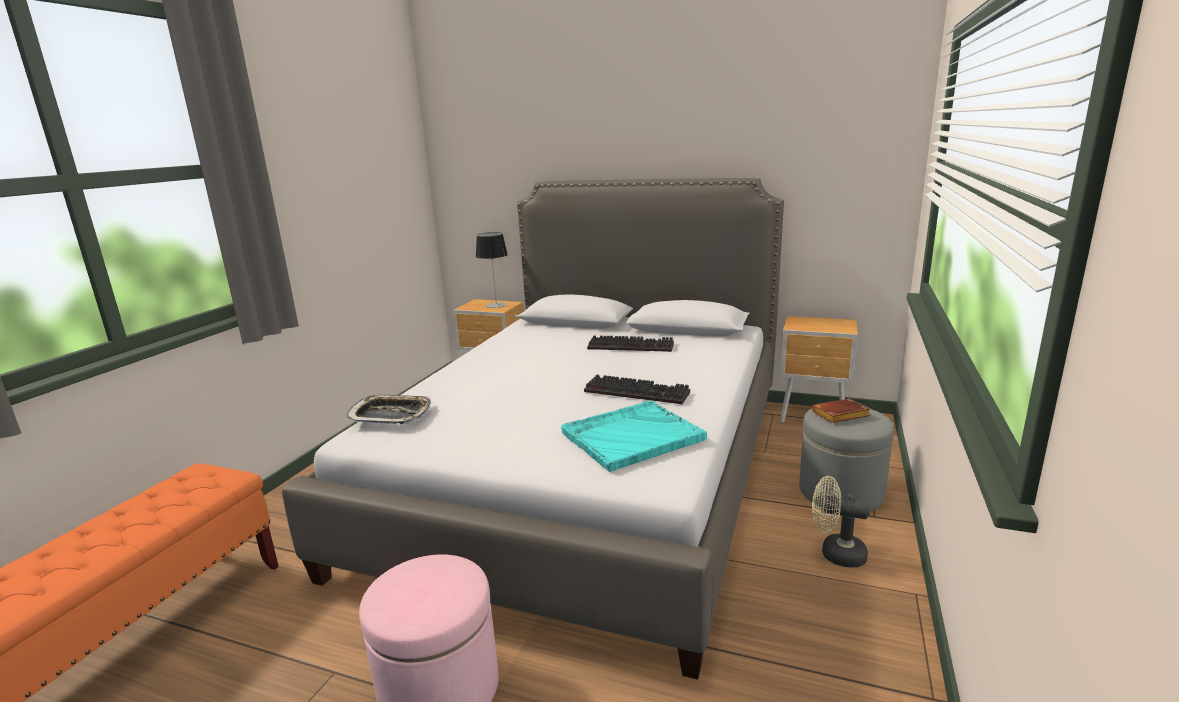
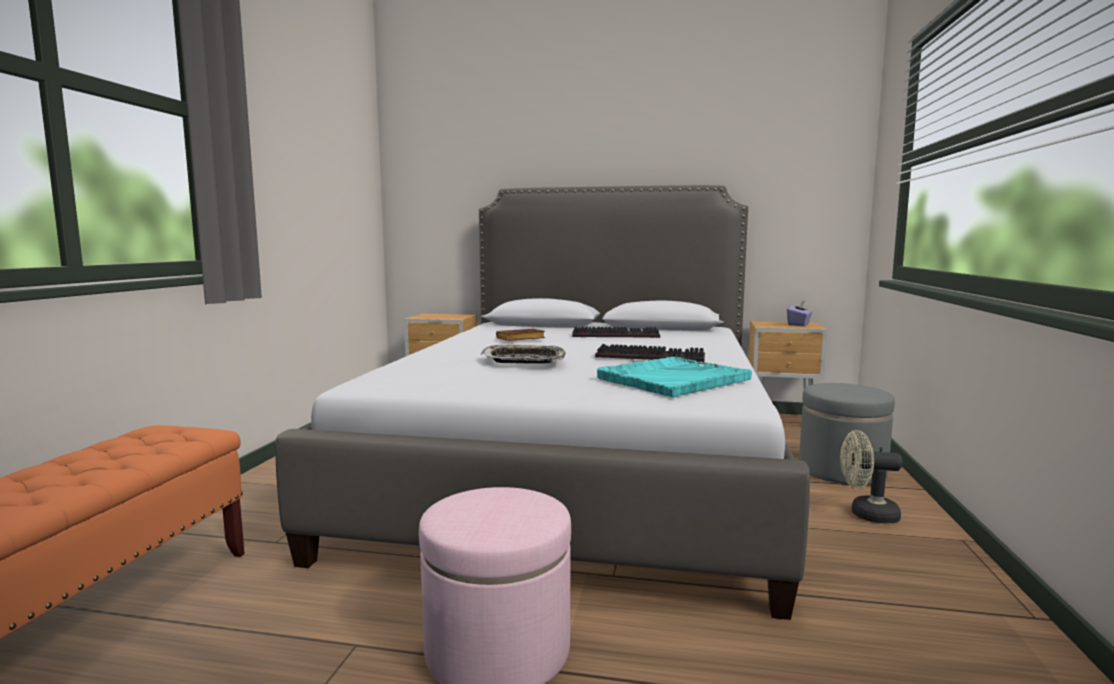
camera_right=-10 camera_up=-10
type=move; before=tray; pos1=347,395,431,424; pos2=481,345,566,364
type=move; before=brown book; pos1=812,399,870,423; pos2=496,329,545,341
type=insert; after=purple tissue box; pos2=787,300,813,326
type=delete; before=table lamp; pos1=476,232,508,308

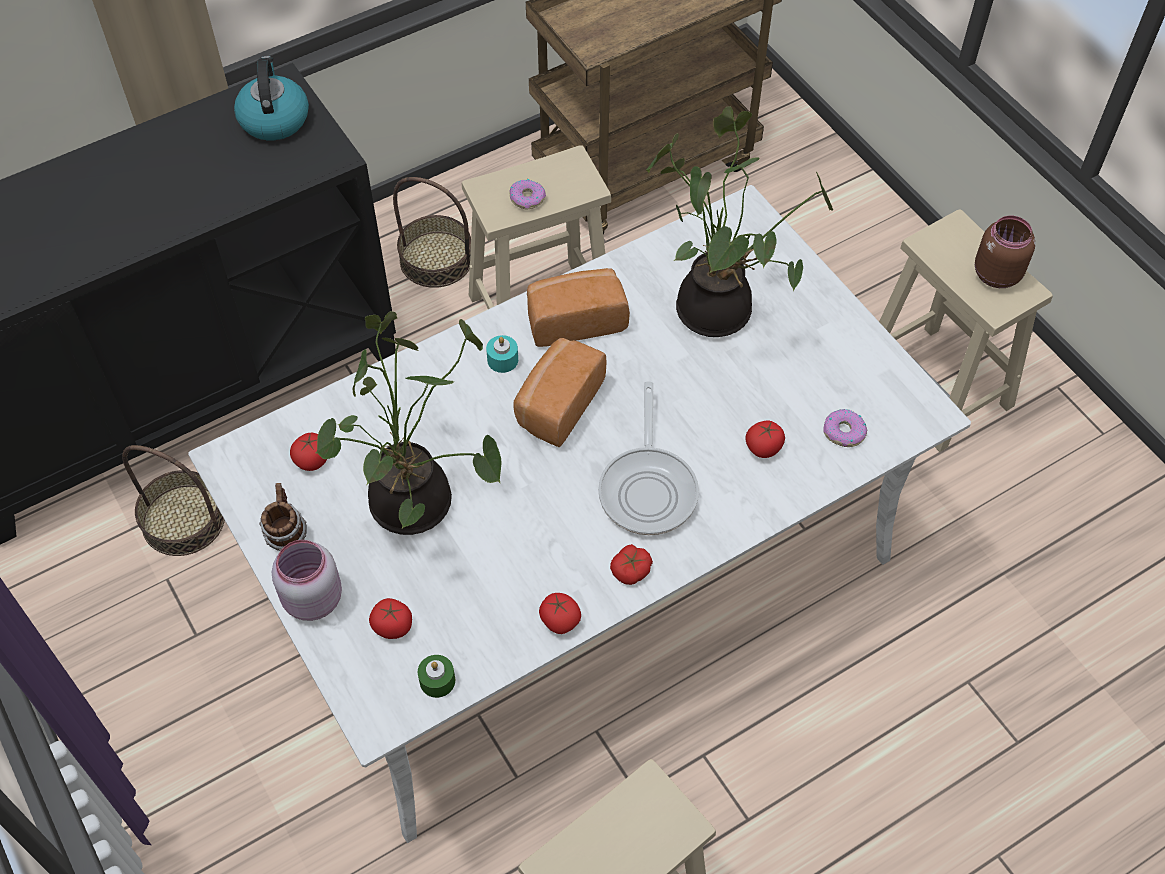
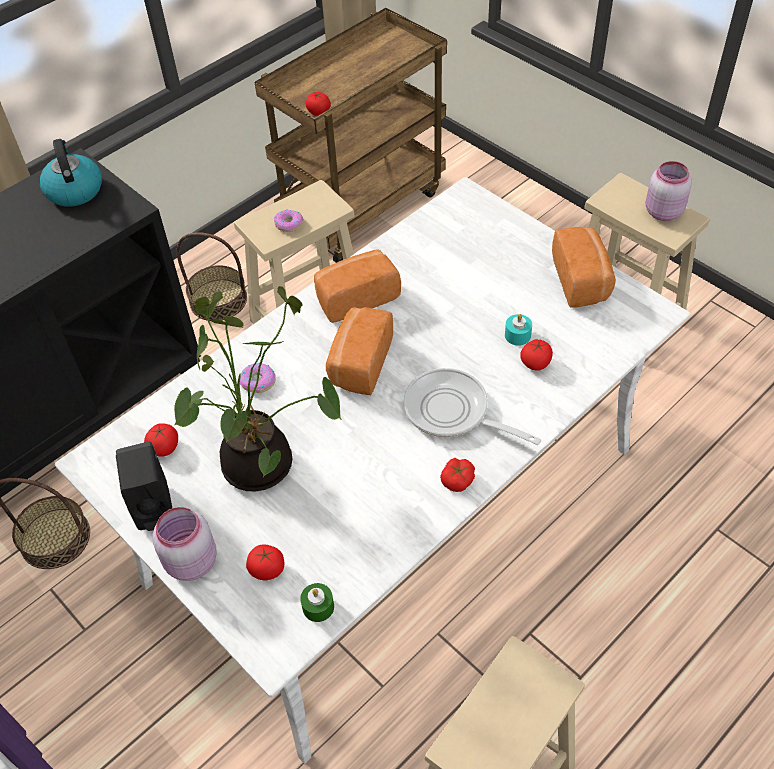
camera_right=-10 camera_up=-5
type=replace; before=mug; after=black soap dispenser; pos1=259,483,307,551; pos2=116,442,172,531
type=move; before=donut; pos1=823,409,867,447; pos2=240,363,276,393
type=move; before=tomato; pos1=539,593,581,634; pos2=306,92,331,116
type=rotate; before=frying pan; pos1=598,382,699,535; pos2=403,368,541,445; turn=135
type=move; before=turquoise candle; pos1=486,335,518,373; pos2=505,314,532,346
type=insert; after=bread; pos2=552,227,616,308
type=recolor; before=brown jar; after=pink jar; pos1=975,216,1035,288; pos2=646,161,692,221
type=delete; before=potted plant; pos1=646,106,833,337

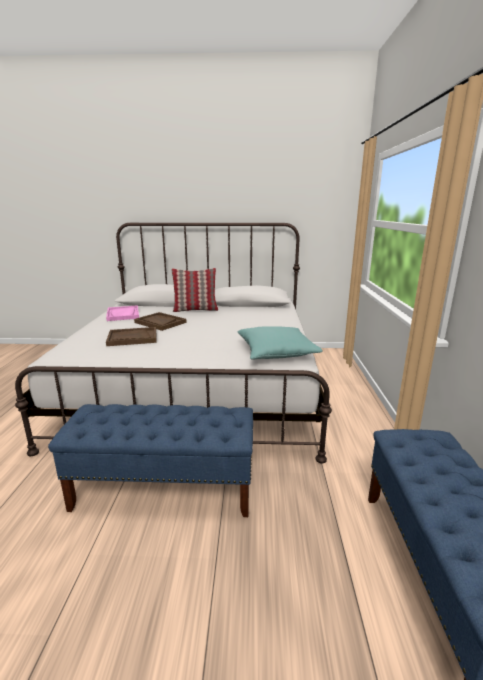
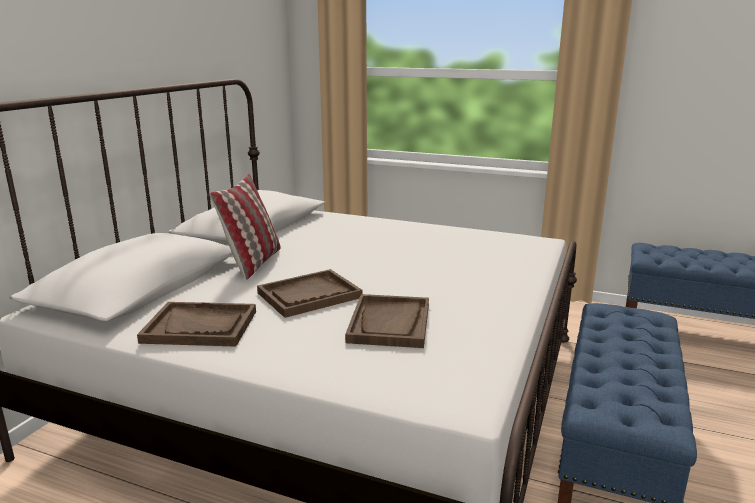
camera_right=-70 camera_up=0
type=recolor; before=pink tray; after=brown tray; pos1=106,305,139,321; pos2=137,302,256,347
type=delete; before=turquoise pillow; pos1=237,326,323,360

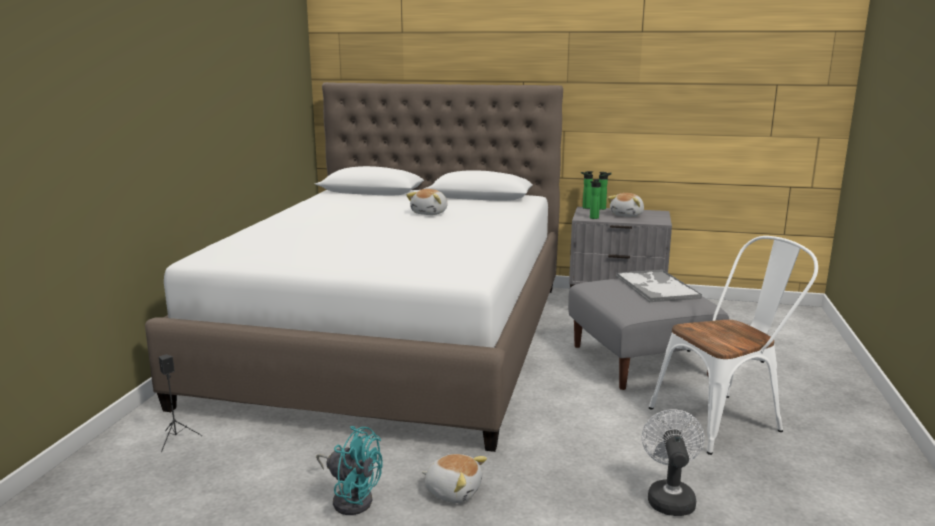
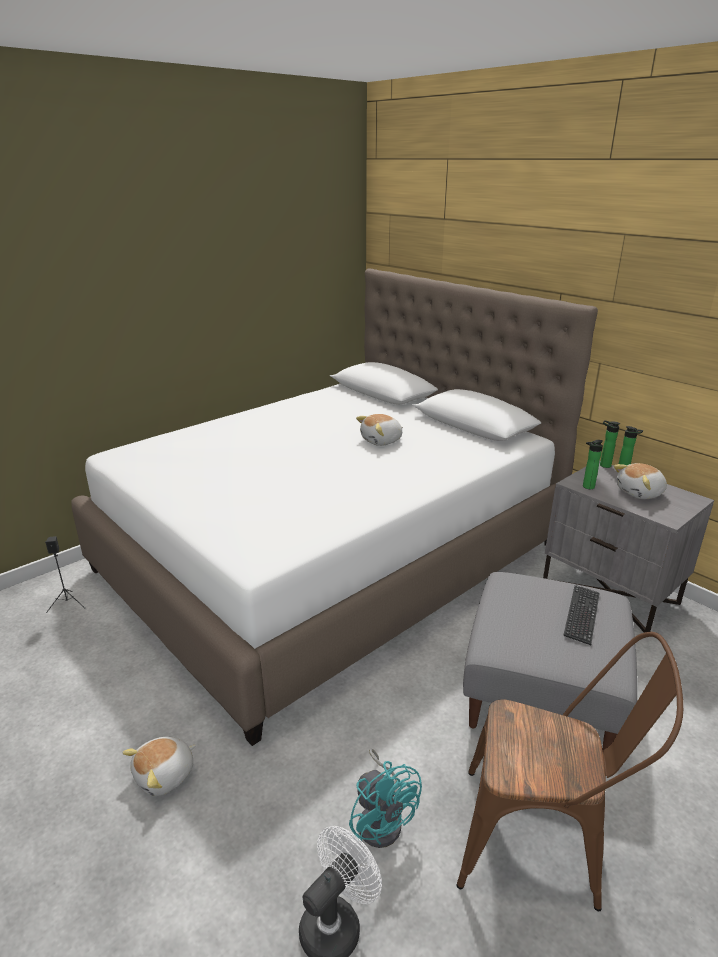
camera_right=35 camera_up=10
type=rotate; before=plush toy; pos1=422,454,487,503; pos2=122,737,196,796; turn=75
type=move; before=turquoise fan; pos1=316,426,383,515; pos2=349,748,422,848
type=recolor; before=white chair; after=brown chair; pos1=649,236,818,455; pos2=457,632,683,911
type=replace; before=tray; after=keyboard; pos1=616,269,702,302; pos2=564,585,600,645

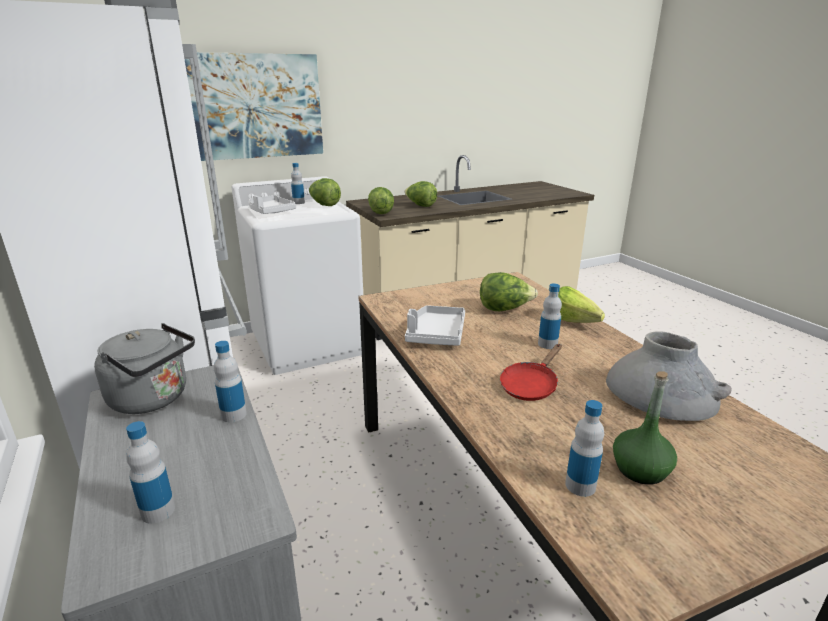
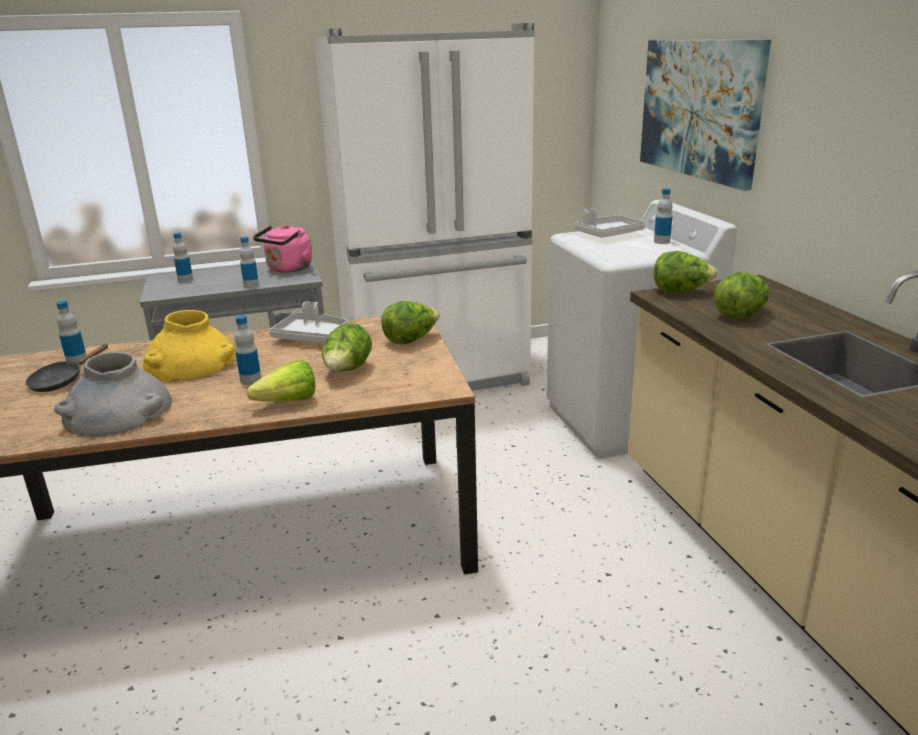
camera_right=100 camera_up=0
type=replace; before=green bottle; after=black frying pan; pos1=613,371,677,485; pos2=25,344,108,392
type=replace; before=red frying pan; after=yellow vase; pos1=500,344,562,401; pos2=143,310,236,382
type=recolor; before=grey kettle; after=pink kettle; pos1=94,323,195,414; pos2=253,225,312,273
type=move; before=lettuce; pos1=309,178,341,206; pos2=381,301,440,345

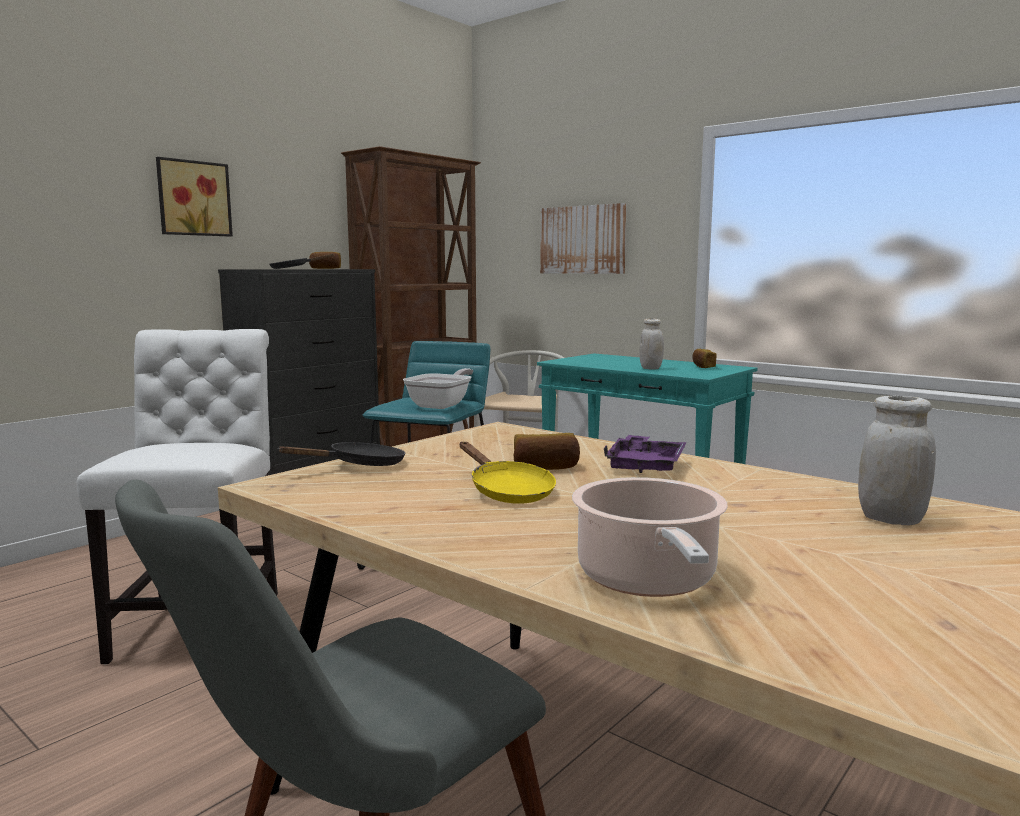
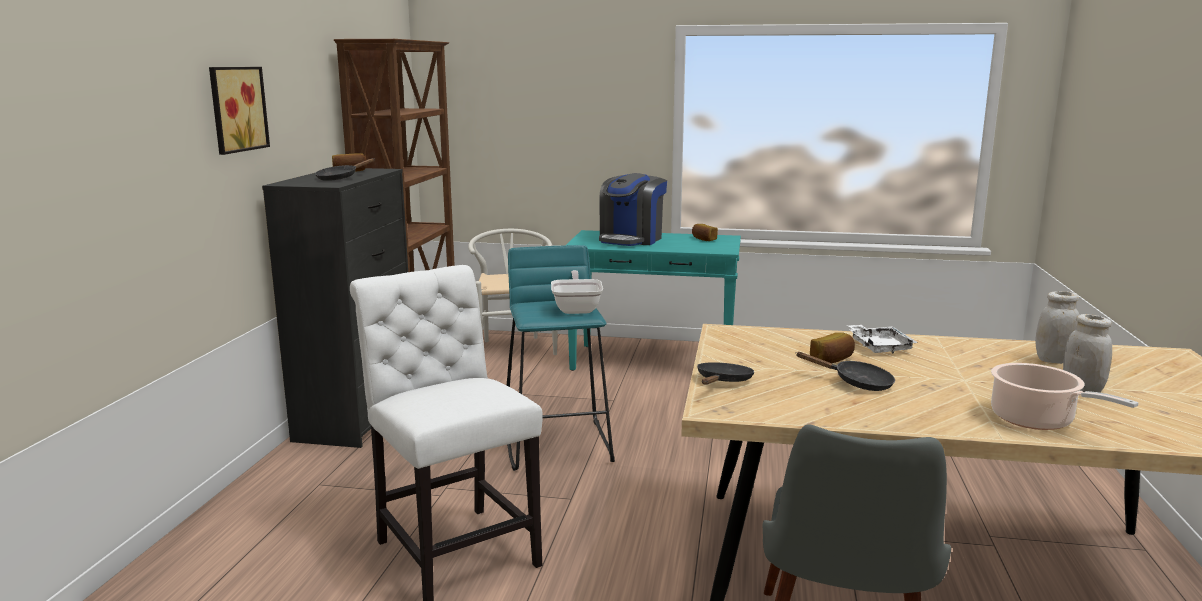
camera_right=-30 camera_up=5
type=insert; after=coffee machine; pos2=599,173,667,246
type=recolor; before=yellow frying pan; after=black frying pan; pos1=460,442,556,504; pos2=795,352,895,391
type=recolor; before=purple tray; after=white tray; pos1=604,435,687,473; pos2=847,325,918,354
type=move; before=white jar; pos1=639,318,664,370; pos2=1063,314,1112,393
type=delete; before=picture; pos1=540,203,627,274

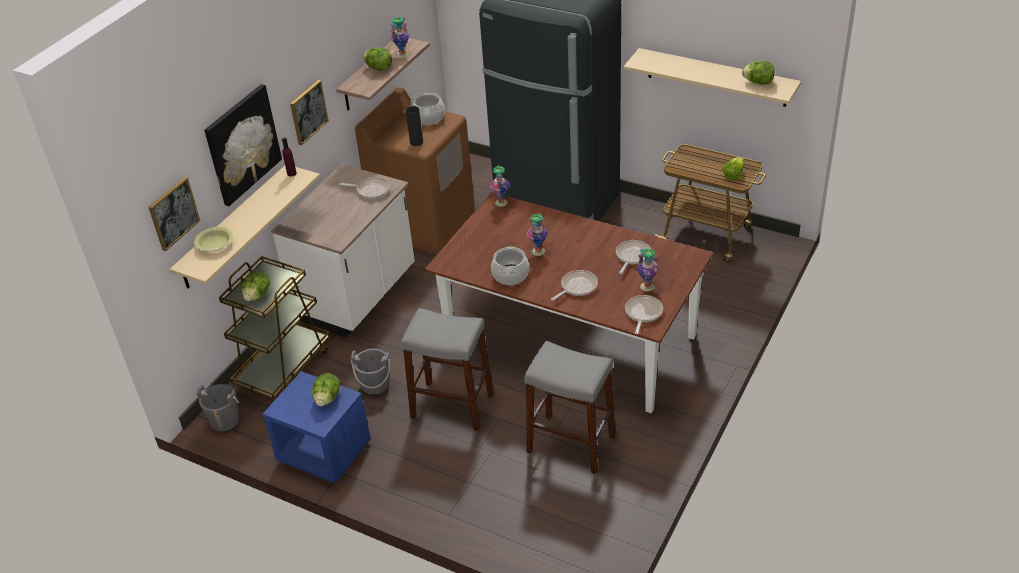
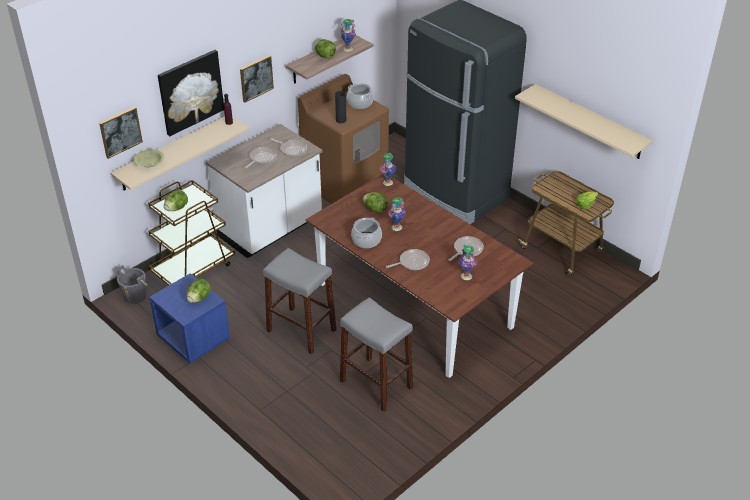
camera_right=15 camera_up=0
type=move; before=frying pan; pos1=625,295,663,334; pos2=245,147,277,168
type=move; before=lettuce; pos1=742,61,775,85; pos2=363,192,388,213
type=delete; before=grey bucket; pos1=351,348,390,395

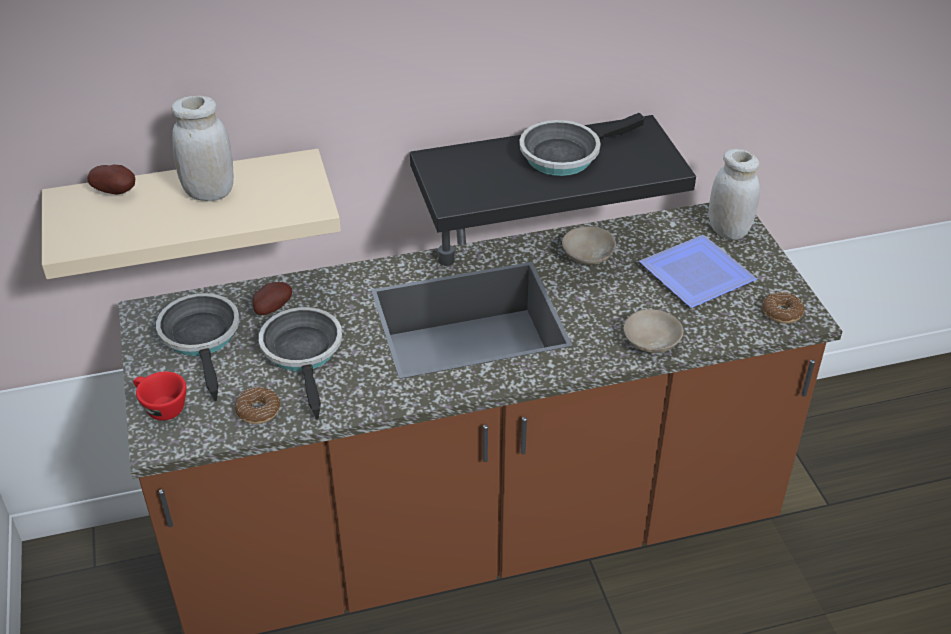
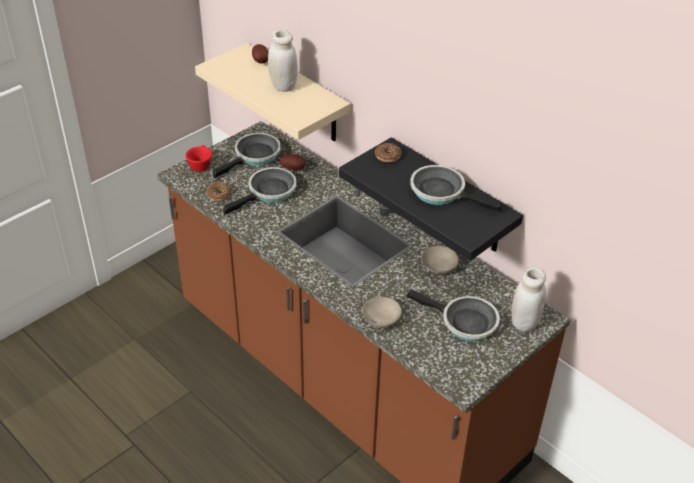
camera_right=60 camera_up=0
type=move; before=donut; pos1=762,292,805,324; pos2=375,143,402,163
type=replace; before=plate; after=frying pan; pos1=639,235,757,308; pos2=407,289,500,341

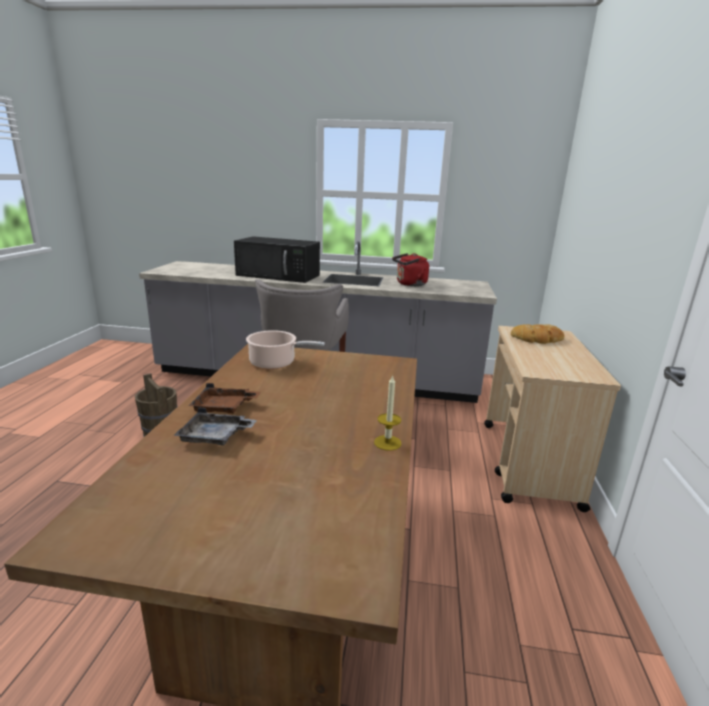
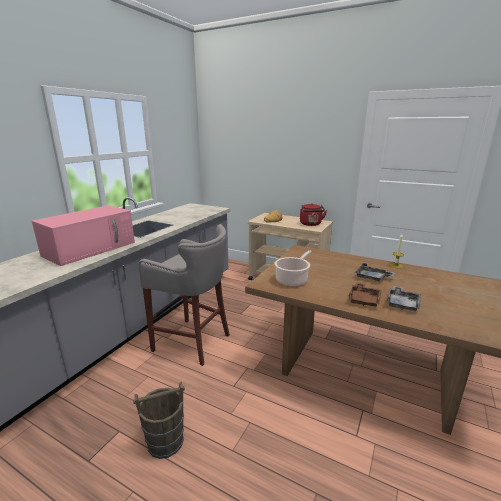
camera_right=-70 camera_up=0
type=recolor; before=black microwave; after=pink microwave; pos1=234,236,320,283; pos2=32,205,135,266
type=move; before=red kettle; pos1=392,253,429,286; pos2=300,203,327,226
type=insert; after=grey tray; pos2=355,263,395,282

